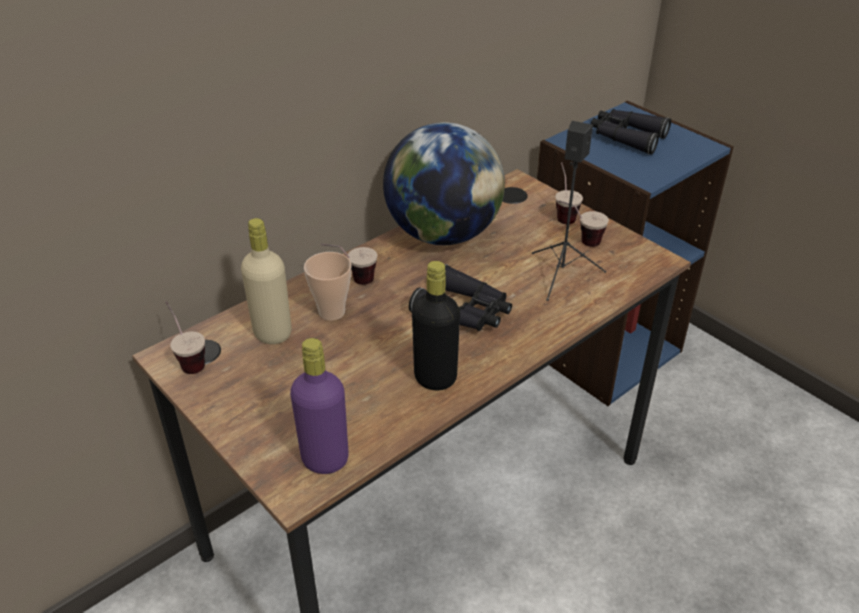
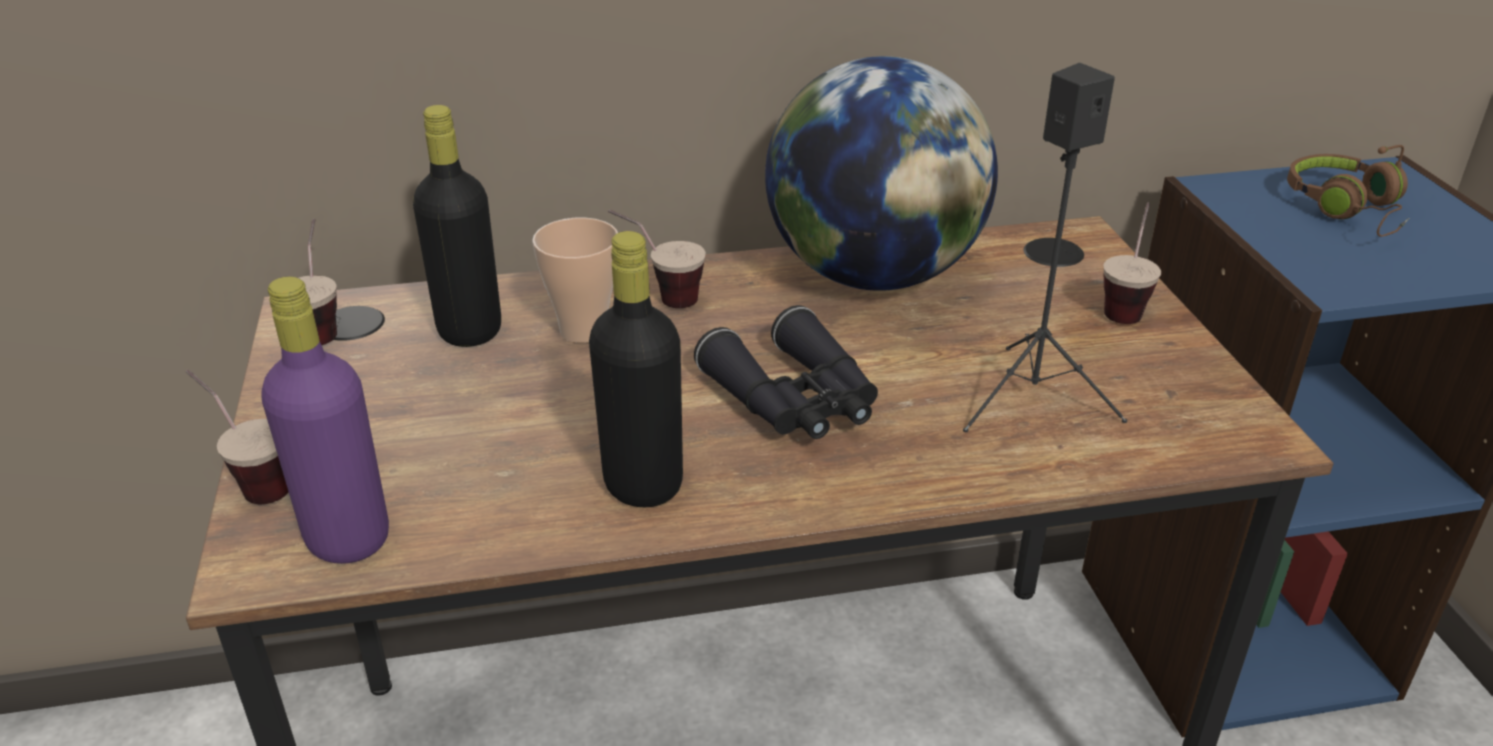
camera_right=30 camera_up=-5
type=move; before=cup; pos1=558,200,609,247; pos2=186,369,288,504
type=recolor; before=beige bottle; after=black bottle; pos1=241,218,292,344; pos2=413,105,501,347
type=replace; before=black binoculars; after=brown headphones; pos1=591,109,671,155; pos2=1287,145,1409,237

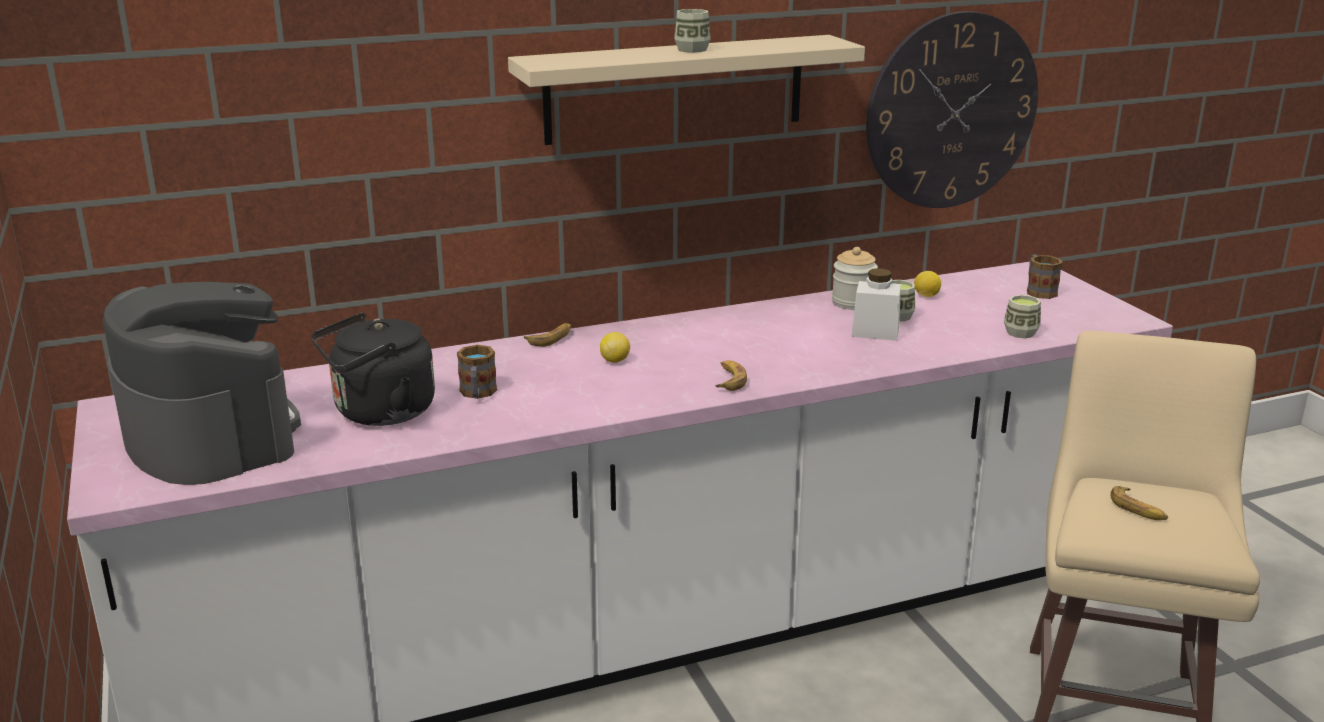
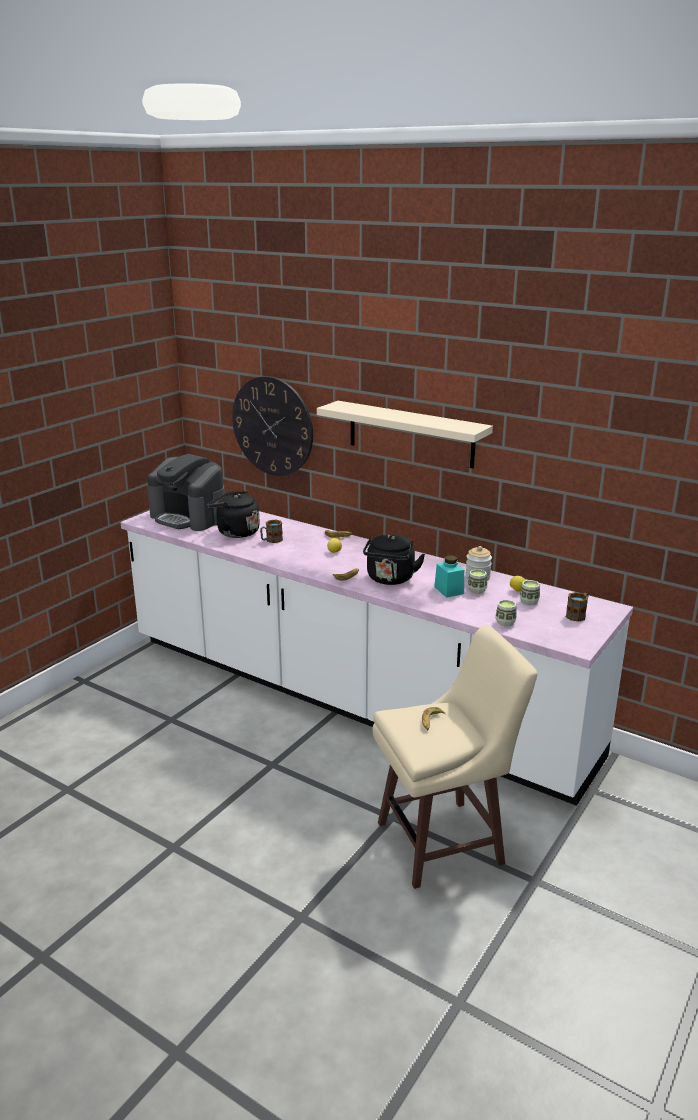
camera_right=55 camera_up=0
type=rotate; before=coffee machine; pos1=103,282,301,485; pos2=147,454,225,531; turn=105
type=move; before=wall clock; pos1=866,11,1038,208; pos2=232,376,313,476
type=insert; after=black kettle; pos2=363,534,425,585
type=recolor; before=white jar; after=turquoise jar; pos1=851,268,901,341; pos2=434,555,464,597
type=move; before=cup; pos1=674,9,711,53; pos2=520,580,540,605

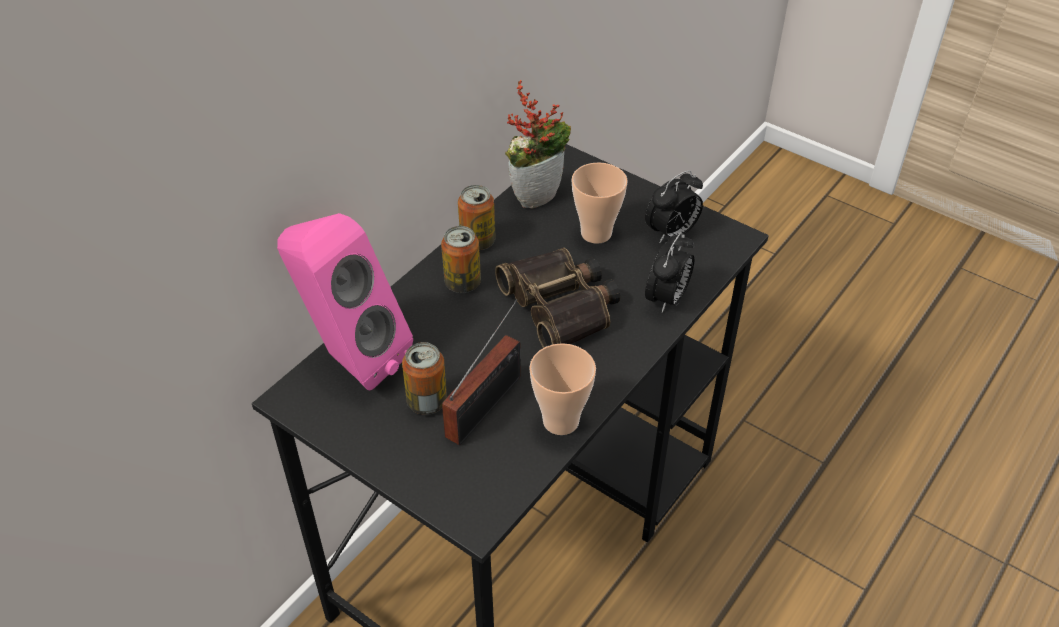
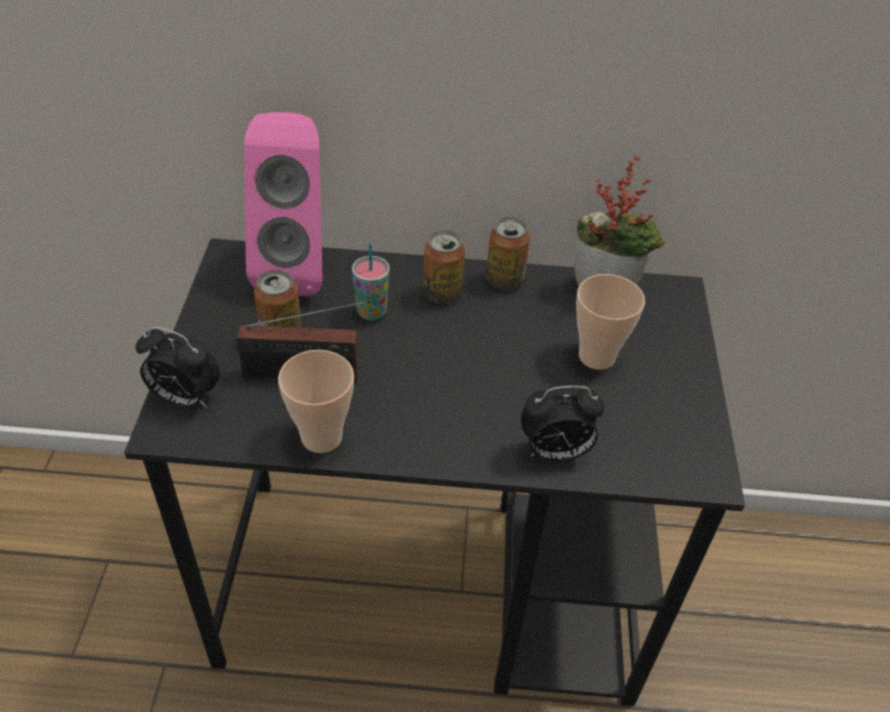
camera_right=55 camera_up=0
type=move; before=alarm clock; pos1=645,170,703,243; pos2=135,327,220,408
type=insert; after=cup; pos2=352,243,390,321
type=delete; before=binoculars; pos1=495,248,620,348

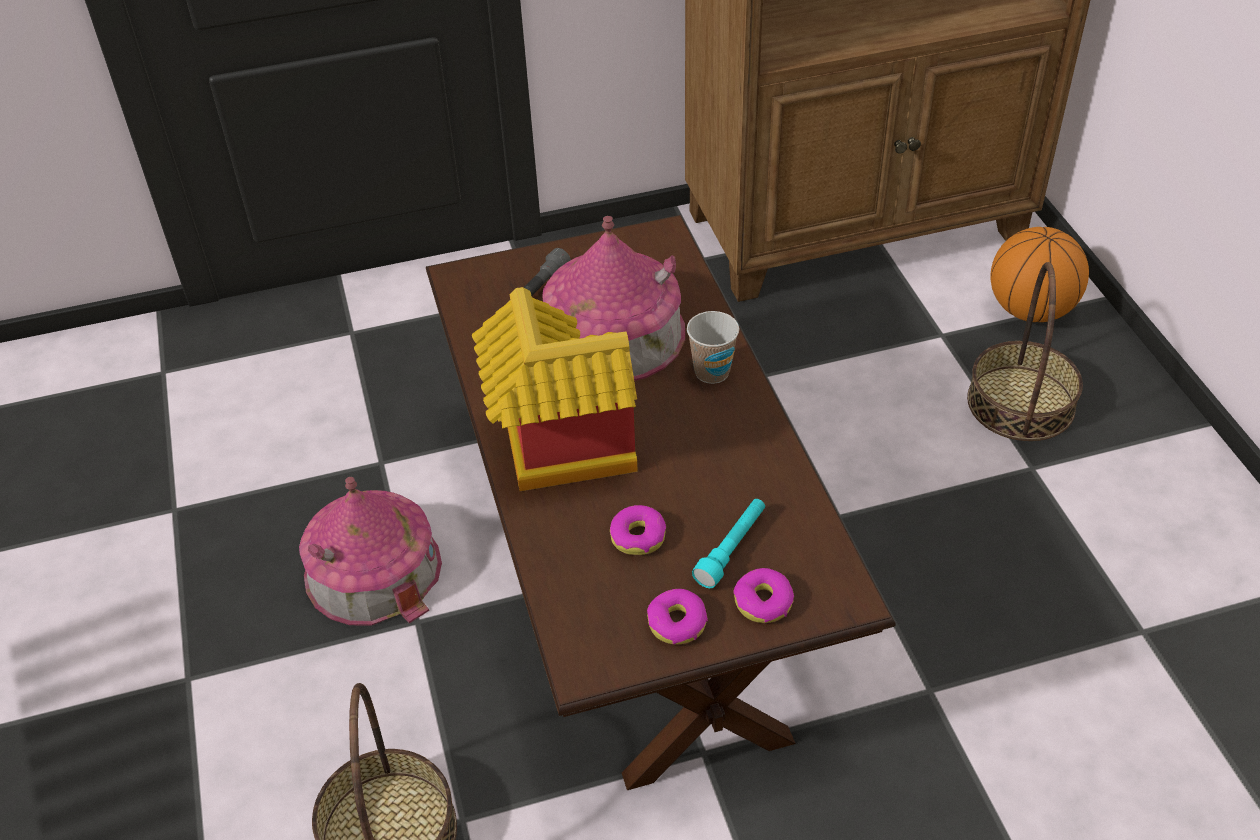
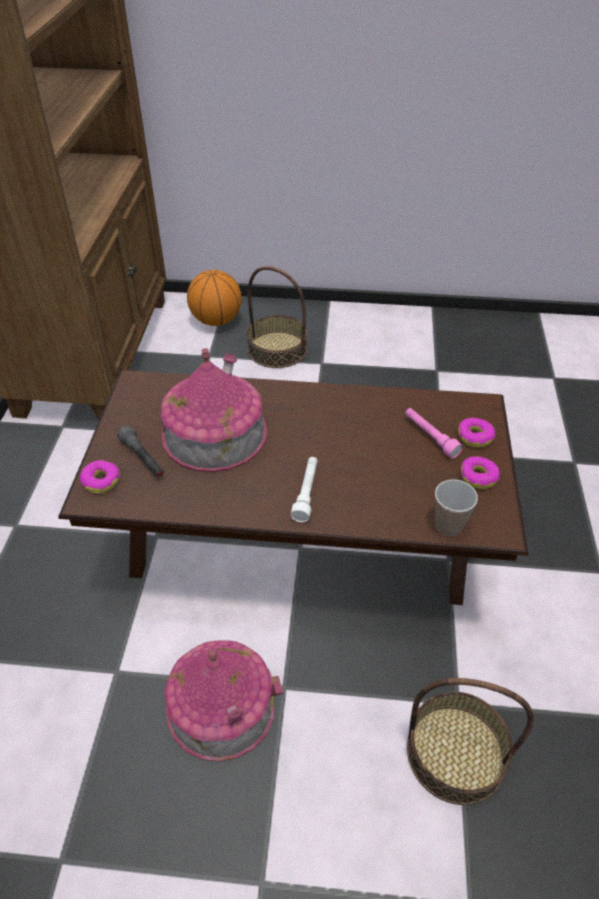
camera_right=-70 camera_up=0
type=move; before=donut; pos1=610,505,666,555; pos2=80,460,120,494
type=replace; before=toy house; after=white flashlight; pos1=472,287,638,491; pos2=291,457,318,522
type=recolor; before=turquoise flashlight; after=pink flashlight; pos1=692,499,765,588; pos2=405,408,463,458
type=move; before=cup; pos1=687,311,739,384; pos2=435,480,478,536

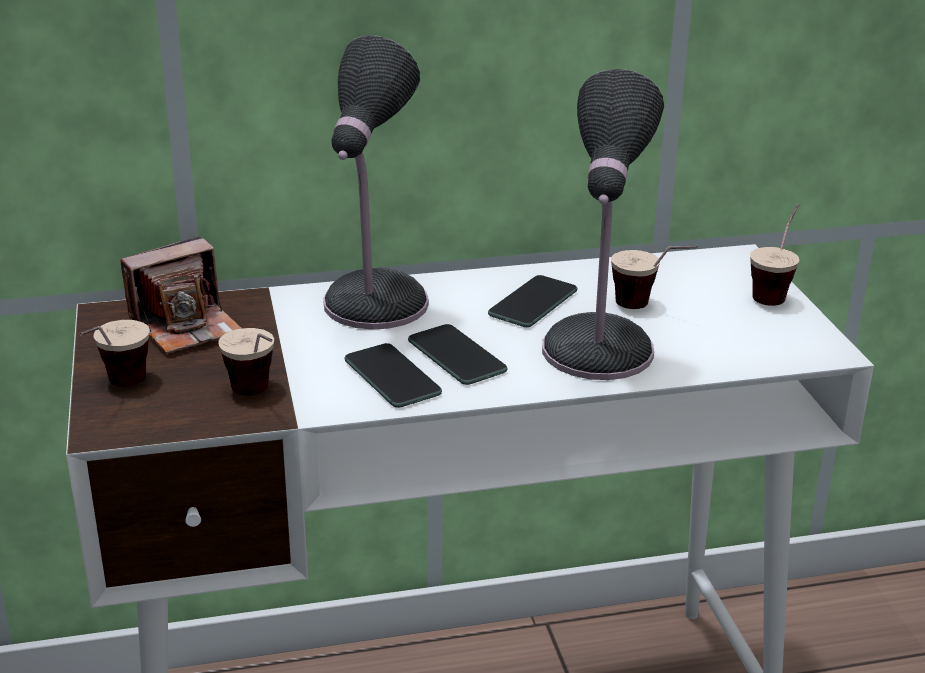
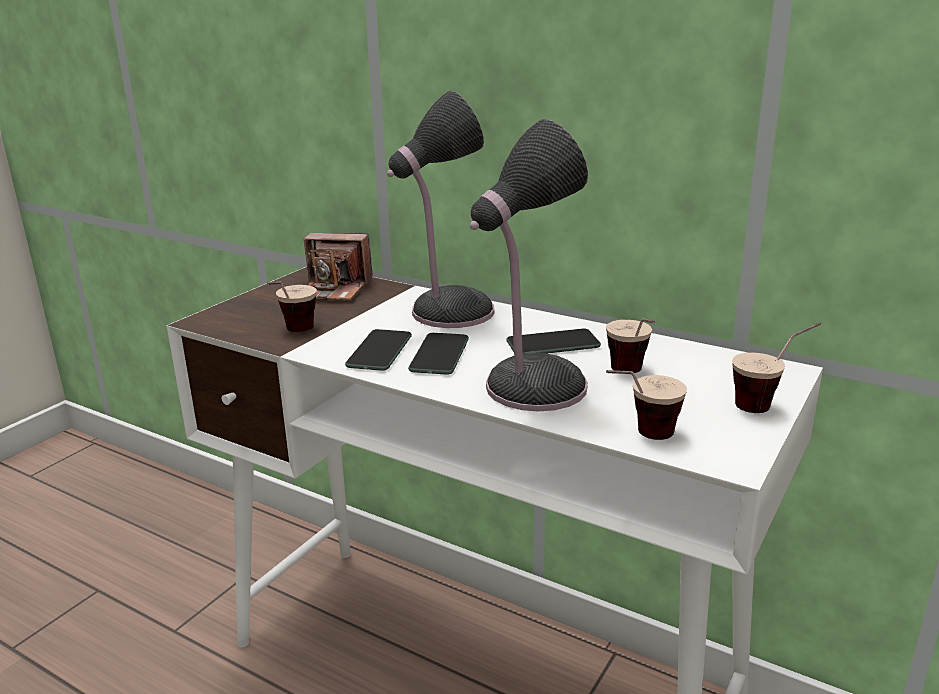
camera_right=45 camera_up=-5
type=move; before=cup; pos1=80,320,150,387; pos2=606,370,687,440

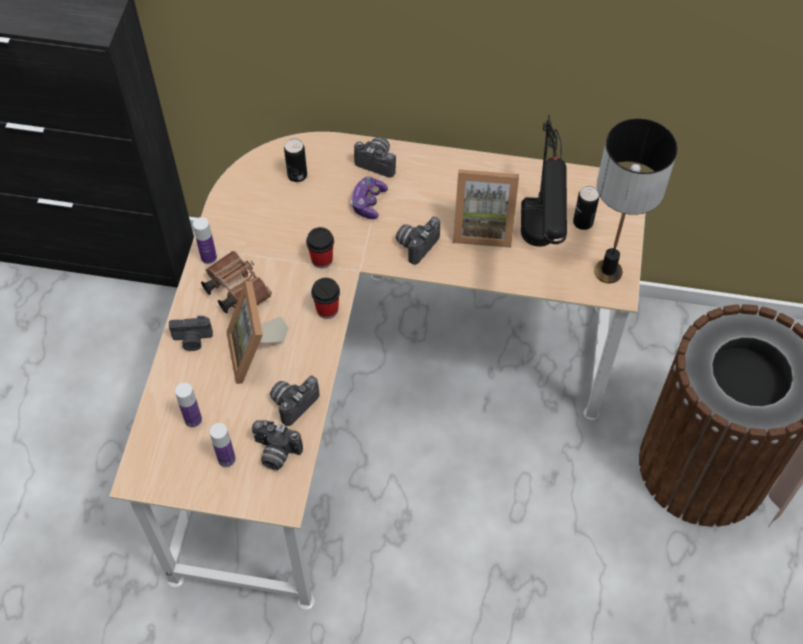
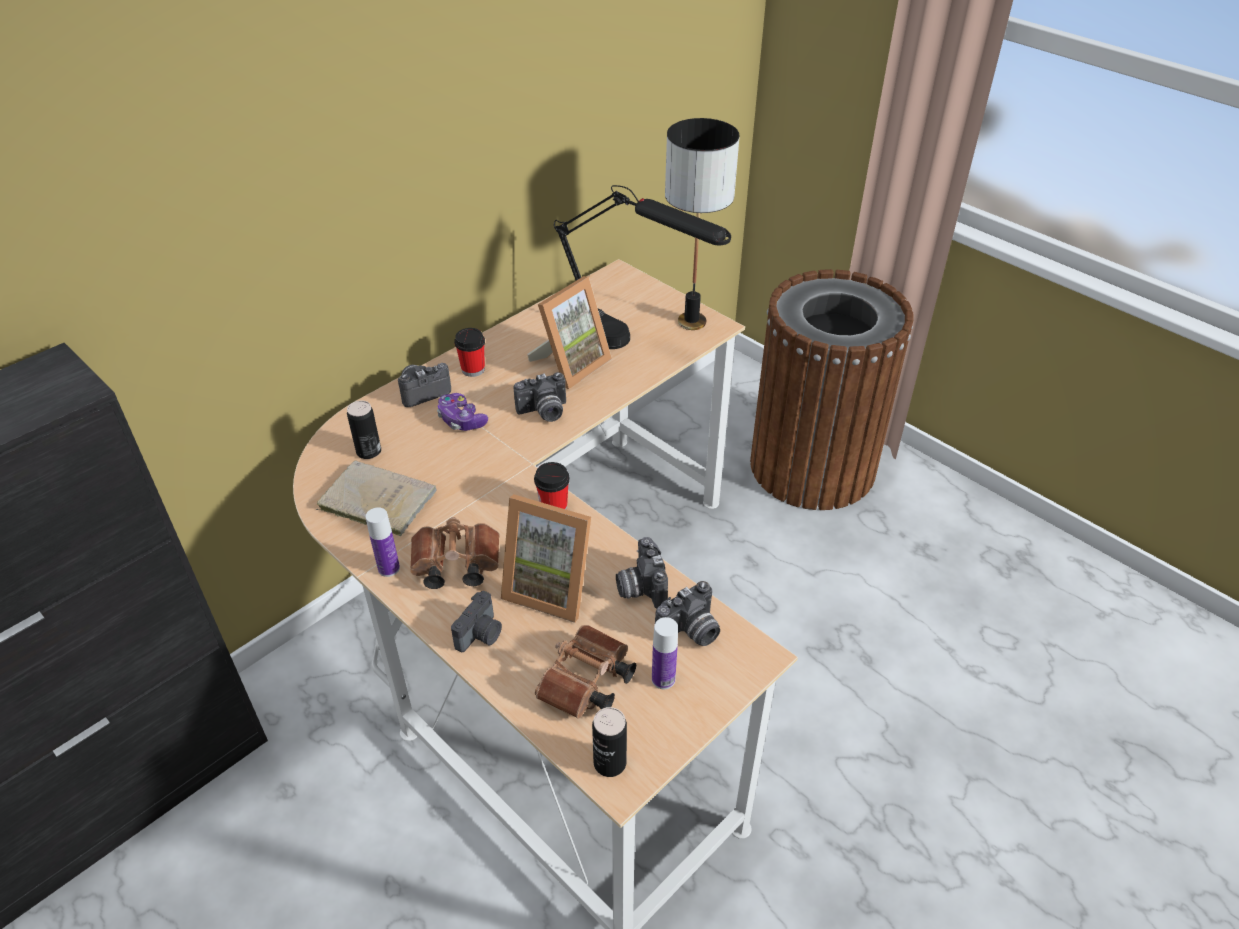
camera_right=-55 camera_up=-15
type=insert; after=beige book; pos2=316,461,437,536
type=move; before=cup; pos1=306,227,334,268; pos2=454,328,485,377
type=rotate; before=photo camera; pos1=396,216,440,265; pos2=514,372,566,422; turn=-90
type=replace; before=bottle; after=brown binoculars; pos1=175,383,202,428; pos2=535,625,636,719
type=move; before=can; pos1=573,186,599,230; pos2=592,707,627,777

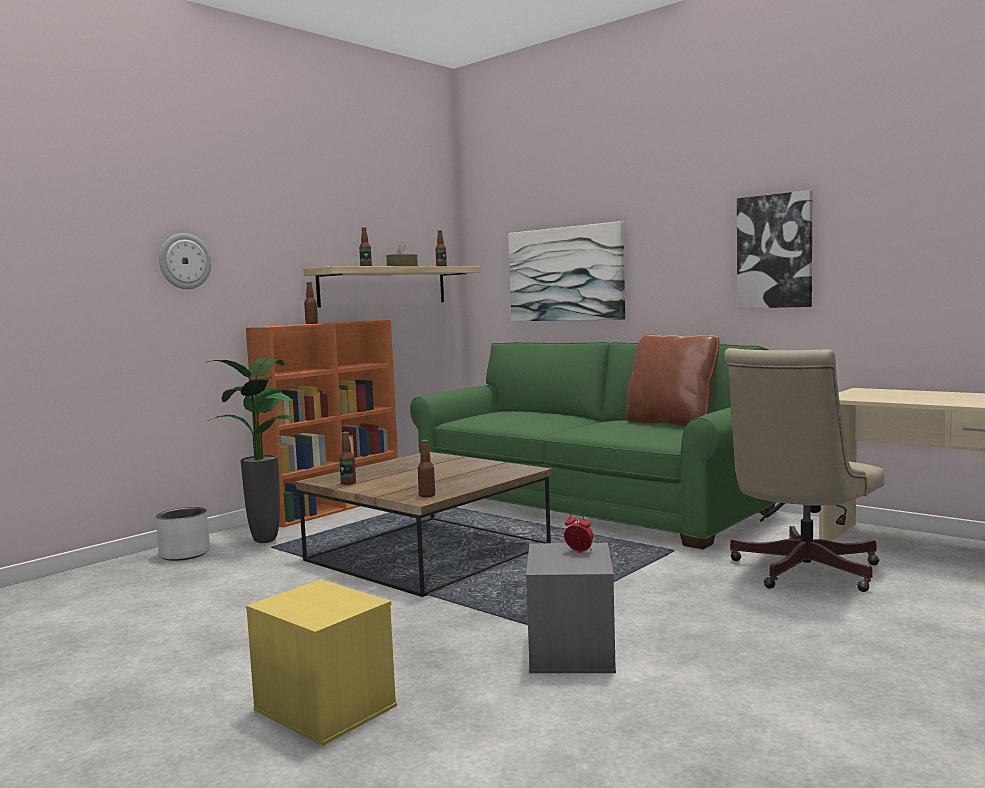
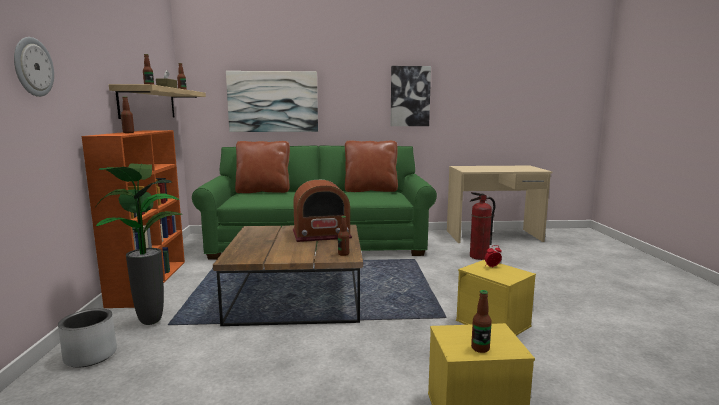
camera_right=-45 camera_up=5
type=insert; after=brown pillow; pos2=235,141,290,193
type=insert; after=radio; pos2=293,180,352,242
type=recolor; before=grey storage box; after=yellow storage box; pos1=526,543,616,673; pos2=456,260,536,336
type=replace; before=beige office chair; after=fire extinguisher; pos1=724,348,885,592; pos2=470,192,495,260
type=move; before=bottle; pos1=339,432,356,485; pos2=471,290,492,353

